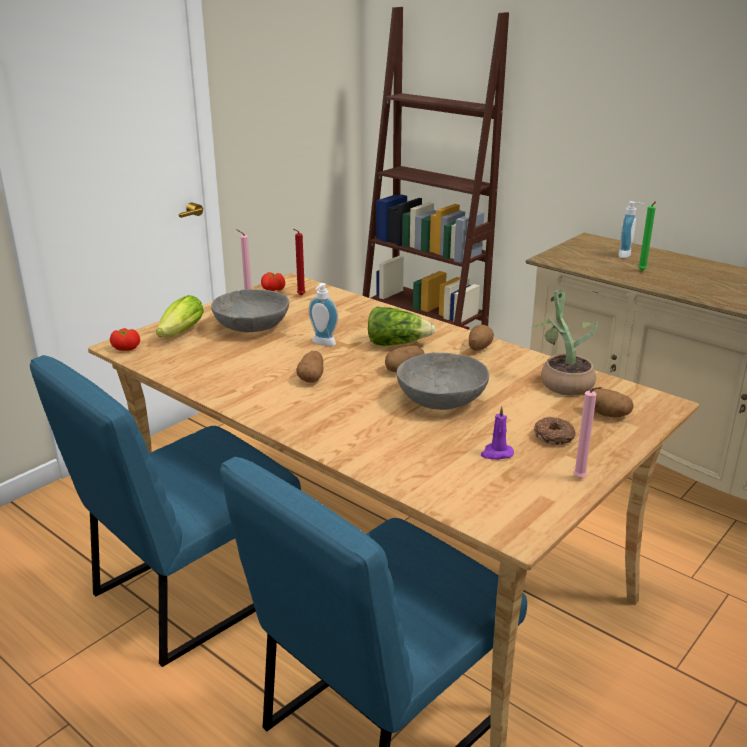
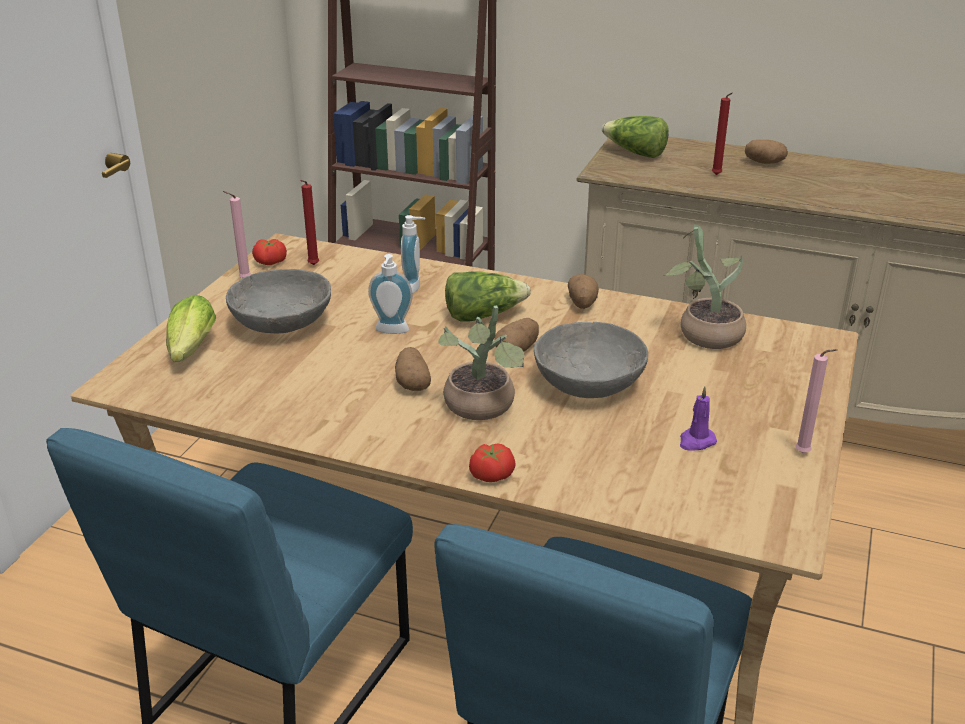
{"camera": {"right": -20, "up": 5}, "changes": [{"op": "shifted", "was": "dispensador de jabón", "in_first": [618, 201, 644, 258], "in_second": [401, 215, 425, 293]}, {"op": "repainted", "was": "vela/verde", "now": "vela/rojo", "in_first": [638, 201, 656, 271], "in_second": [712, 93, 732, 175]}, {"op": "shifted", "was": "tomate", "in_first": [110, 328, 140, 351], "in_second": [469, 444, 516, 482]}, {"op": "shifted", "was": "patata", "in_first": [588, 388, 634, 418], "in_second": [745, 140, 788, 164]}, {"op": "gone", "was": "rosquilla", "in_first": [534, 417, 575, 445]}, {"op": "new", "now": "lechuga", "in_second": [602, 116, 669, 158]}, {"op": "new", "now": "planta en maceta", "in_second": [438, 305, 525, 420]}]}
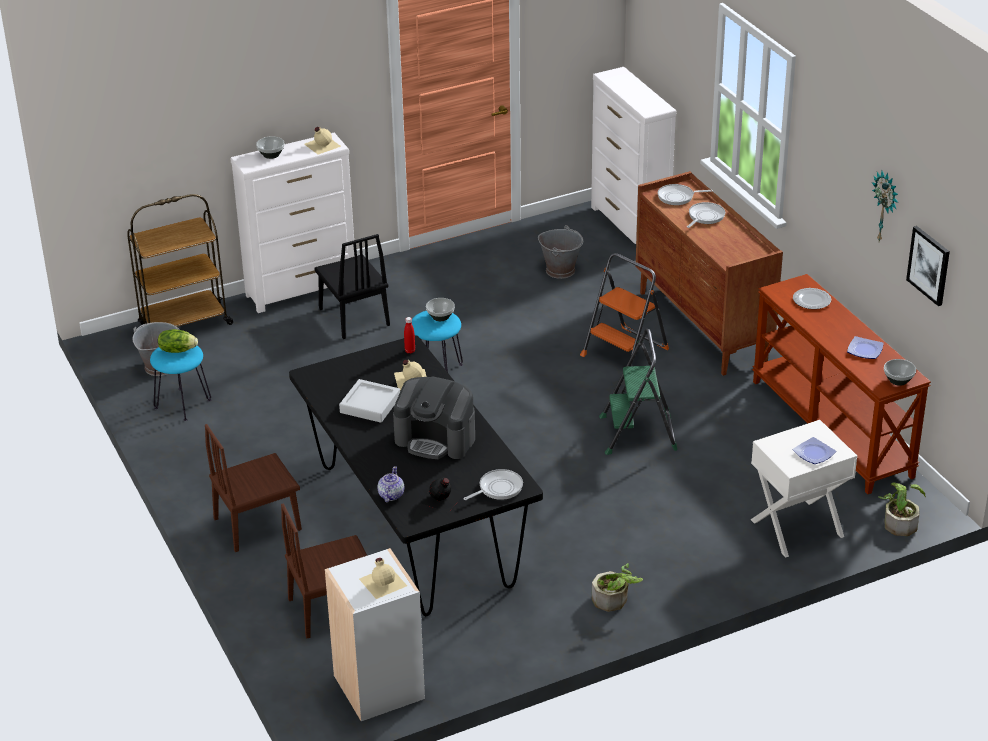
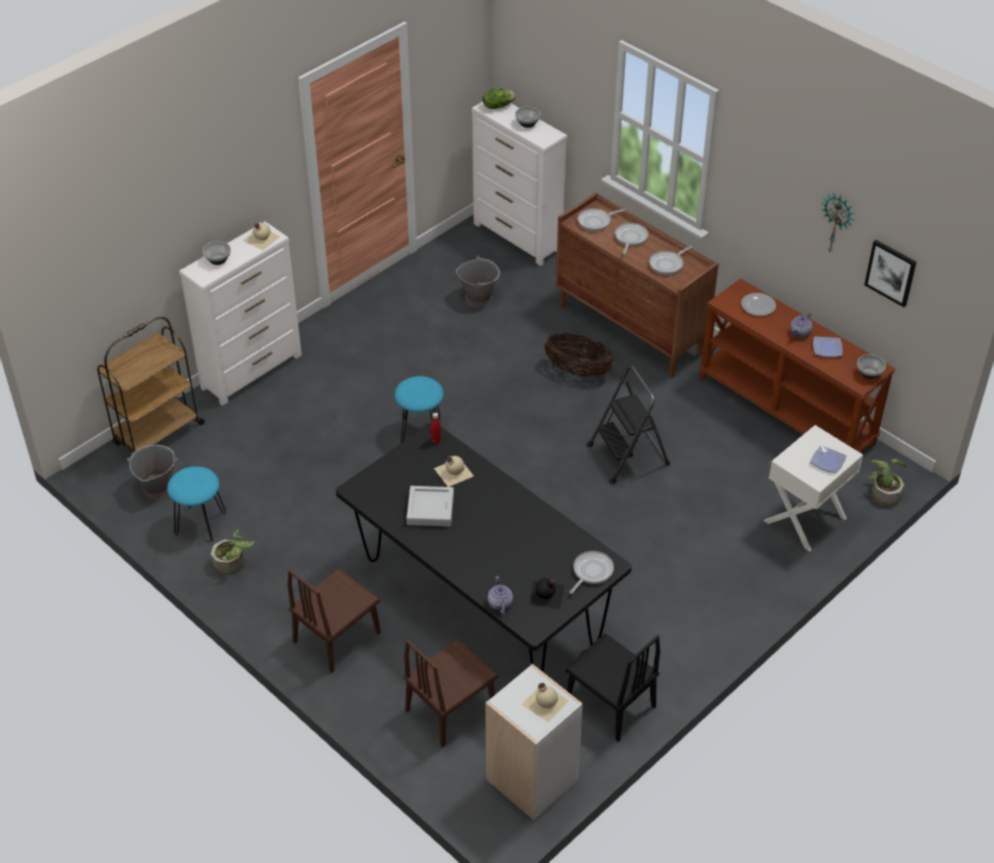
{"camera": {"right": -20, "up": 10}, "changes": [{"op": "shifted", "was": "silla/negro", "in_first": [314, 234, 390, 339], "in_second": [565, 633, 660, 742]}, {"op": "swapped", "was": "escalera de tijera/naranja", "now": "cesta", "in_first": [580, 253, 669, 367], "in_second": [544, 333, 614, 377]}, {"op": "shifted", "was": "cuenco", "in_first": [426, 298, 455, 321], "in_second": [515, 106, 540, 128]}, {"op": "shifted", "was": "lechuga", "in_first": [158, 329, 198, 353], "in_second": [483, 88, 516, 109]}, {"op": "repainted", "was": "escalera de tijera/verde", "now": "escalera de tijera/negro", "in_first": [599, 329, 677, 455], "in_second": [586, 366, 670, 484]}, {"op": "gone", "was": "cafetera", "in_first": [393, 377, 475, 459]}, {"op": "shifted", "was": "planta en maceta", "in_first": [592, 563, 643, 612], "in_second": [211, 530, 254, 575]}, {"op": "new", "now": "sartén", "in_second": [649, 246, 692, 275]}, {"op": "new", "now": "tetera", "in_second": [790, 313, 812, 338]}]}
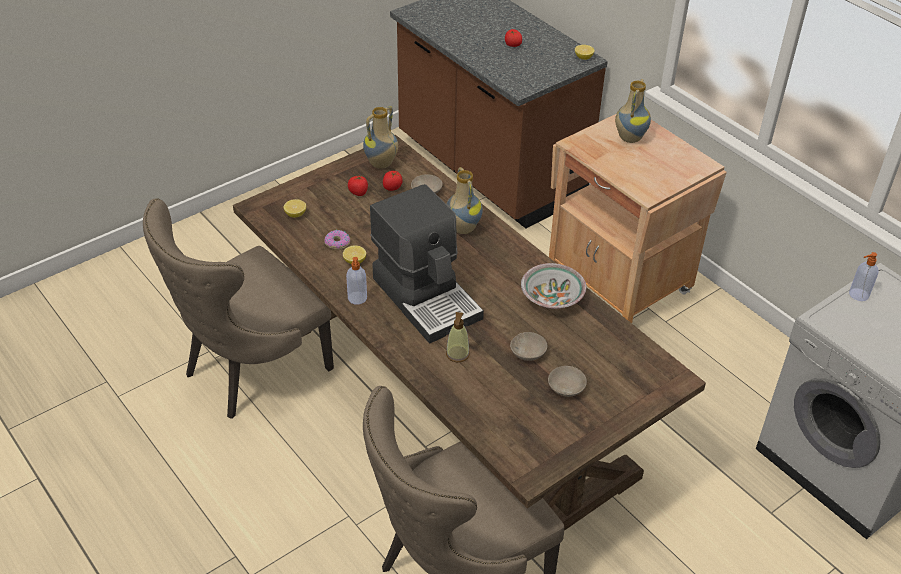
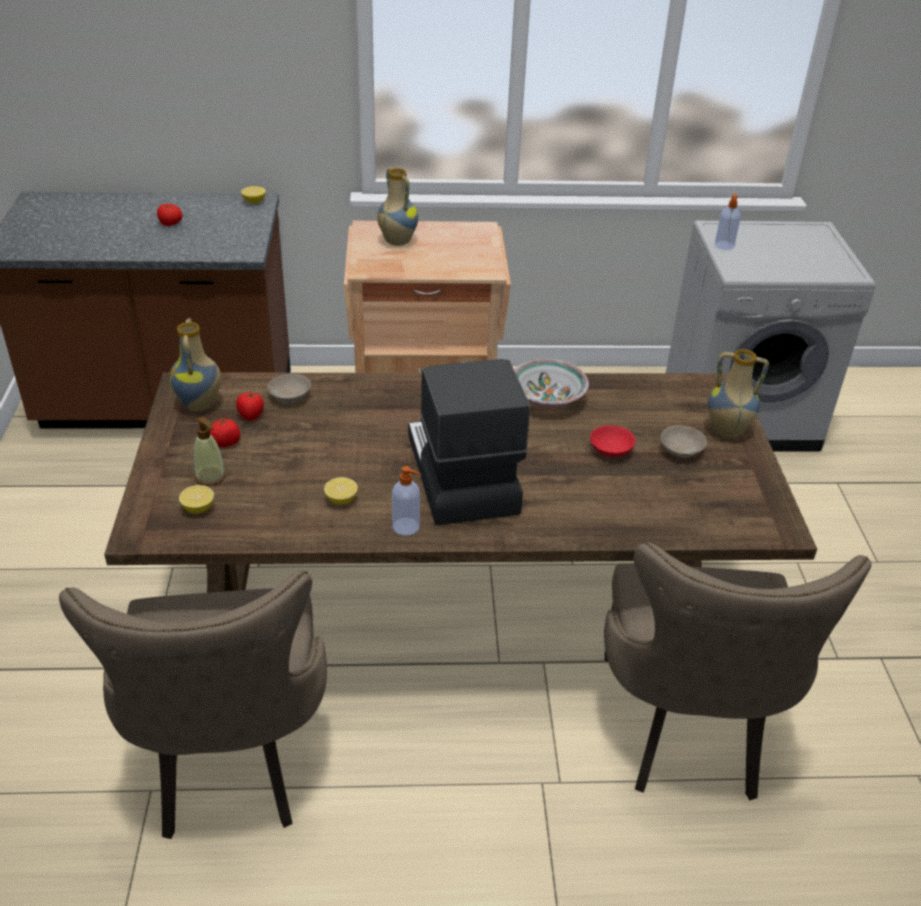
{"camera": {"right": -55, "up": -5}, "changes": [{"op": "shifted", "was": "florero", "in_first": [446, 167, 483, 234], "in_second": [708, 349, 769, 438]}, {"op": "rotated", "was": "cafetera", "in_first": [370, 184, 484, 344], "in_second": [408, 359, 530, 525], "clockwise": -105}, {"op": "gone", "was": "rosquilla", "in_first": [324, 230, 350, 250]}, {"op": "shifted", "was": "dispensador de jabón", "in_first": [446, 312, 470, 362], "in_second": [194, 416, 226, 486]}, {"op": "repainted", "was": "cuenco/beis", "now": "cuenco/rojo", "in_first": [510, 332, 547, 361], "in_second": [590, 425, 636, 457]}]}
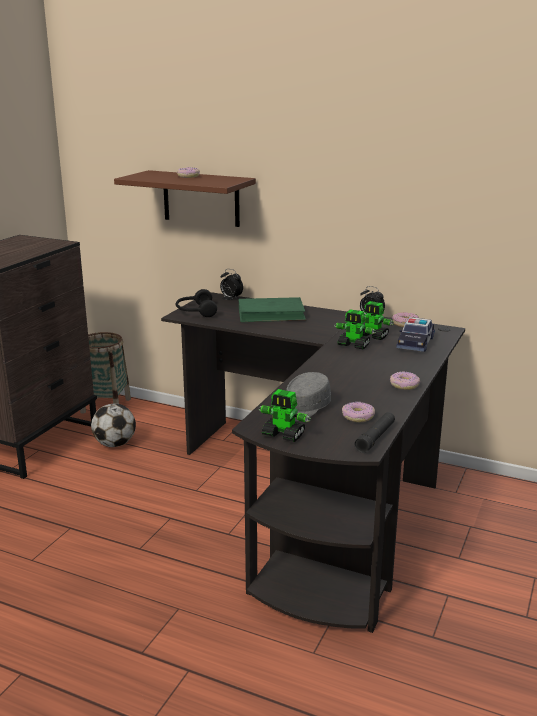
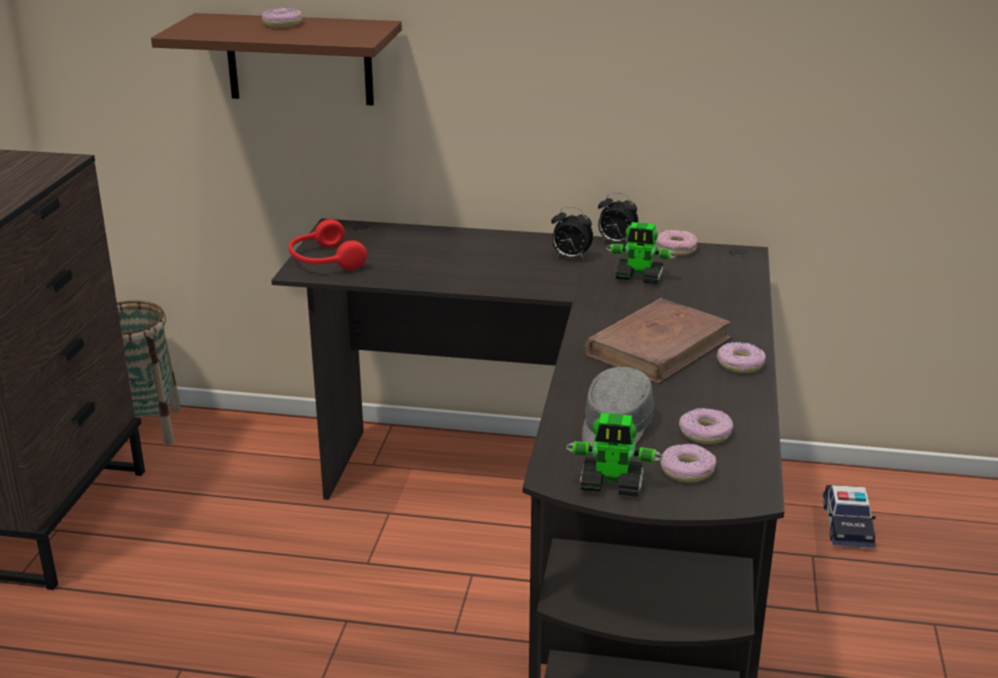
{"camera": {"right": -15, "up": 5}, "changes": [{"op": "shifted", "was": "despertador", "in_first": [220, 269, 243, 299], "in_second": [551, 207, 593, 259]}, {"op": "repainted", "was": "auriculares/negro", "now": "auriculares/rojo", "in_first": [176, 289, 217, 317], "in_second": [289, 219, 367, 270]}, {"op": "gone", "was": "libro/verde", "in_first": [239, 297, 306, 322]}, {"op": "gone", "was": "robot de juguete", "in_first": [334, 309, 376, 350]}, {"op": "shifted", "was": "coche de juguete", "in_first": [396, 317, 435, 352], "in_second": [823, 485, 876, 548]}, {"op": "gone", "was": "balón de fútbol", "in_first": [91, 404, 136, 447]}, {"op": "gone", "was": "linterna/negro", "in_first": [354, 412, 395, 453]}, {"op": "new", "now": "libro/marrón", "in_second": [585, 298, 732, 384]}, {"op": "new", "now": "rosquilla", "in_second": [660, 444, 716, 482]}]}
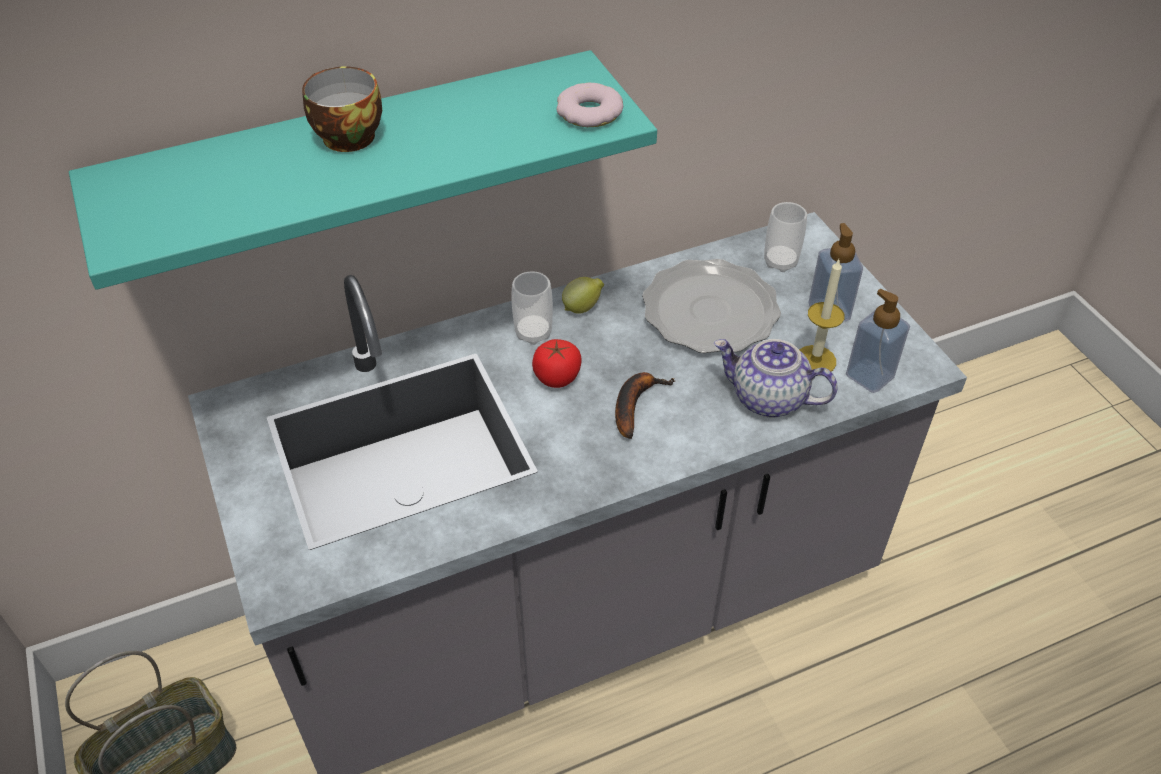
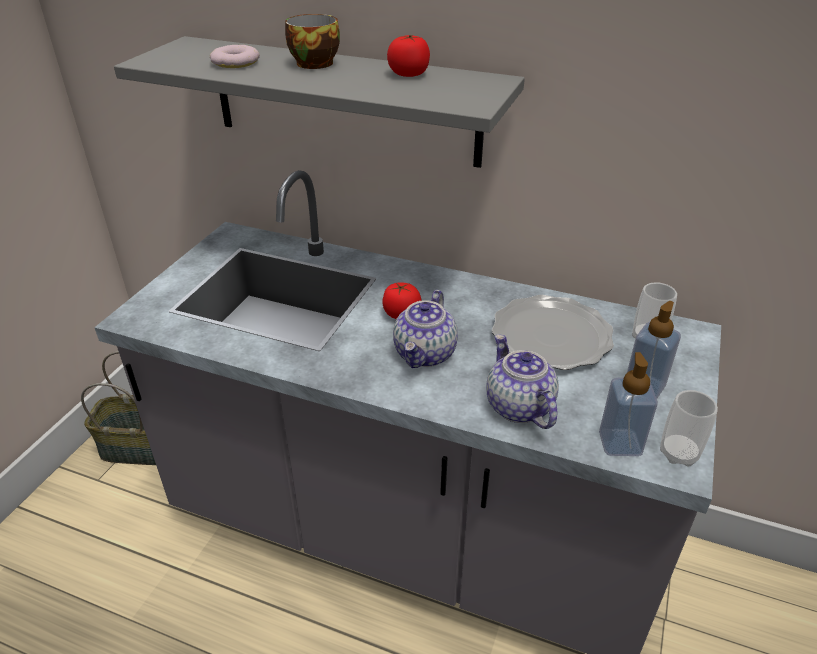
{"camera": {"right": 45, "up": -10}, "changes": [{"op": "repainted", "was": "estante/turquesa", "now": "estante/gris", "in_first": [69, 50, 657, 290], "in_second": [114, 36, 525, 168]}, {"op": "shifted", "was": "rosquilla", "in_first": [557, 83, 623, 127], "in_second": [210, 45, 260, 68]}, {"op": "gone", "was": "vela", "in_first": [799, 260, 844, 376]}, {"op": "shifted", "was": "taza", "in_first": [512, 271, 553, 345], "in_second": [660, 390, 718, 467]}, {"op": "gone", "was": "limón", "in_first": [562, 277, 604, 314]}, {"op": "swapped", "was": "plátano", "now": "tetera", "in_first": [615, 372, 676, 439], "in_second": [393, 290, 458, 368]}, {"op": "new", "now": "tomate", "in_second": [387, 35, 430, 77]}]}
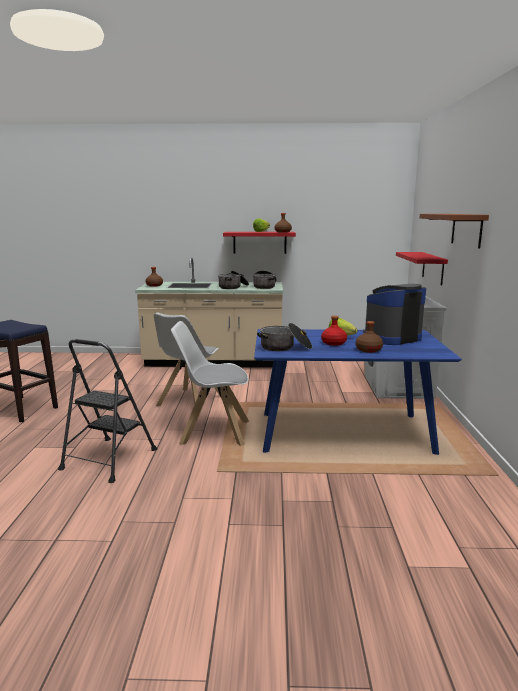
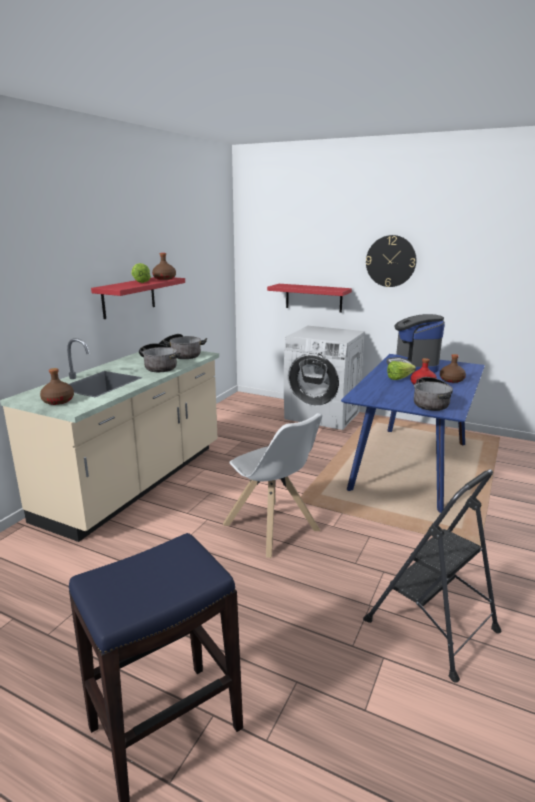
{"camera": {"right": -65, "up": 5}, "changes": [{"op": "swapped", "was": "estante/marrón", "now": "reloj de pared", "in_first": [420, 214, 489, 248], "in_second": [366, 235, 416, 287]}, {"op": "gone", "was": "silla", "in_first": [171, 321, 249, 446]}]}
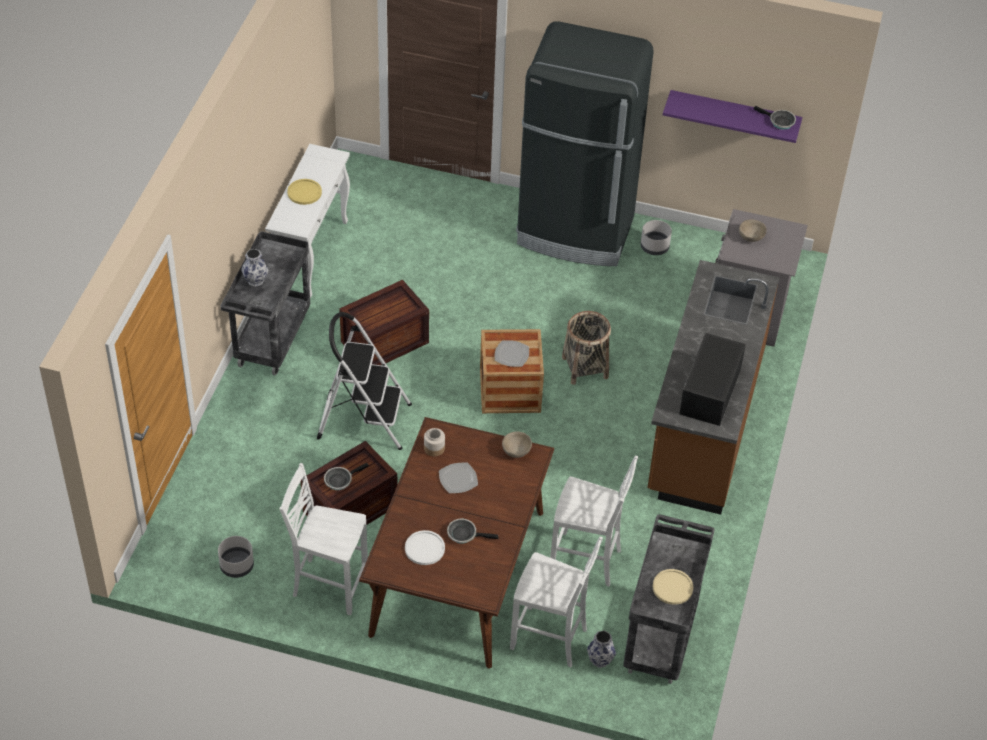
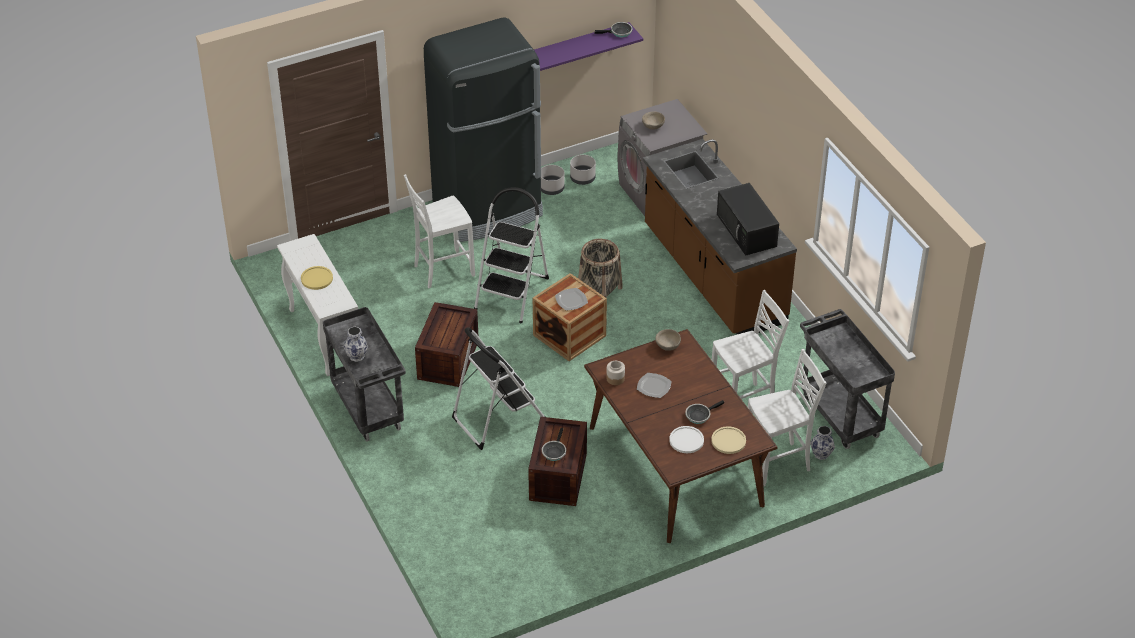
{"camera": {"right": -40, "up": -5}, "changes": [{"op": "shifted", "was": "silla/blanco", "in_first": [280, 463, 368, 615], "in_second": [404, 174, 475, 288]}, {"op": "shifted", "was": "maceta/gris", "in_first": [218, 536, 254, 578], "in_second": [570, 155, 596, 185]}, {"op": "shifted", "was": "plato/beis", "in_first": [653, 569, 693, 605], "in_second": [711, 426, 746, 454]}, {"op": "new", "now": "escalera de tijera", "in_second": [474, 187, 549, 323]}]}
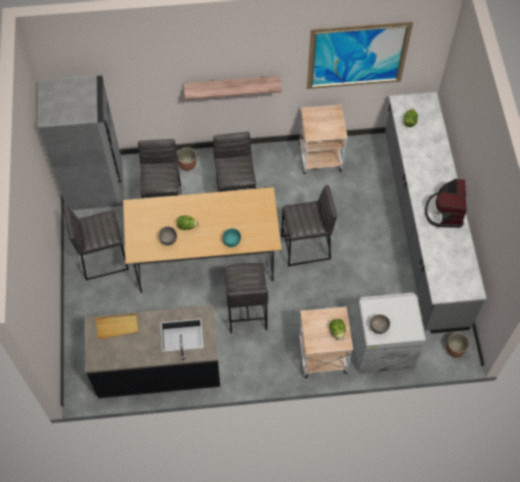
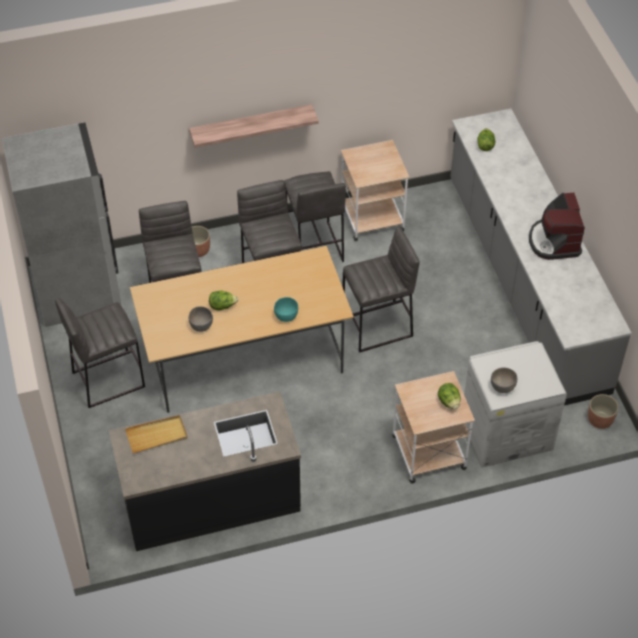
{"camera": {"right": -10, "up": -10}, "changes": [{"op": "gone", "was": "cuadro", "in_first": [307, 22, 413, 89]}, {"op": "shifted", "was": "taburete/gris", "in_first": [224, 263, 268, 333], "in_second": [284, 171, 346, 262]}]}
